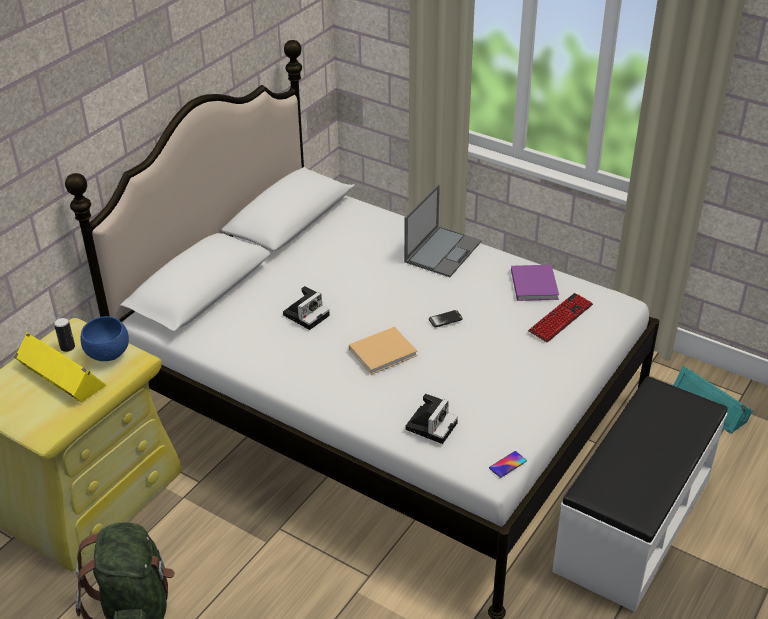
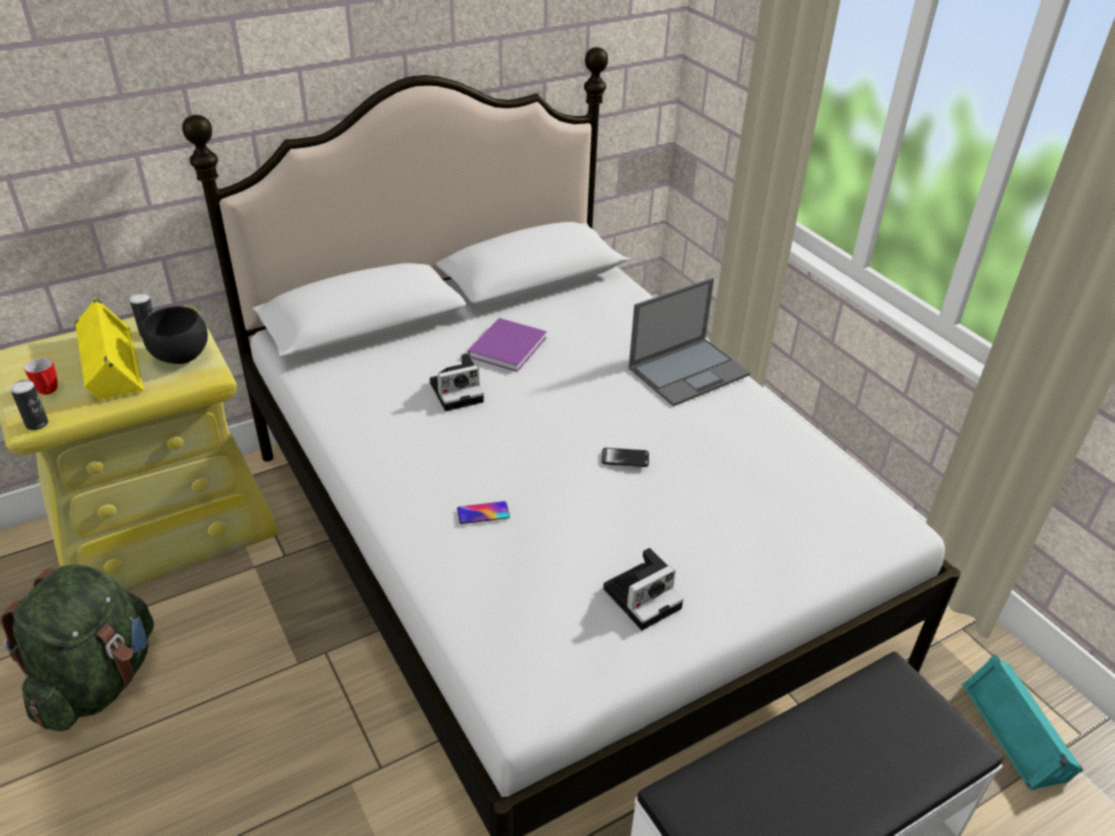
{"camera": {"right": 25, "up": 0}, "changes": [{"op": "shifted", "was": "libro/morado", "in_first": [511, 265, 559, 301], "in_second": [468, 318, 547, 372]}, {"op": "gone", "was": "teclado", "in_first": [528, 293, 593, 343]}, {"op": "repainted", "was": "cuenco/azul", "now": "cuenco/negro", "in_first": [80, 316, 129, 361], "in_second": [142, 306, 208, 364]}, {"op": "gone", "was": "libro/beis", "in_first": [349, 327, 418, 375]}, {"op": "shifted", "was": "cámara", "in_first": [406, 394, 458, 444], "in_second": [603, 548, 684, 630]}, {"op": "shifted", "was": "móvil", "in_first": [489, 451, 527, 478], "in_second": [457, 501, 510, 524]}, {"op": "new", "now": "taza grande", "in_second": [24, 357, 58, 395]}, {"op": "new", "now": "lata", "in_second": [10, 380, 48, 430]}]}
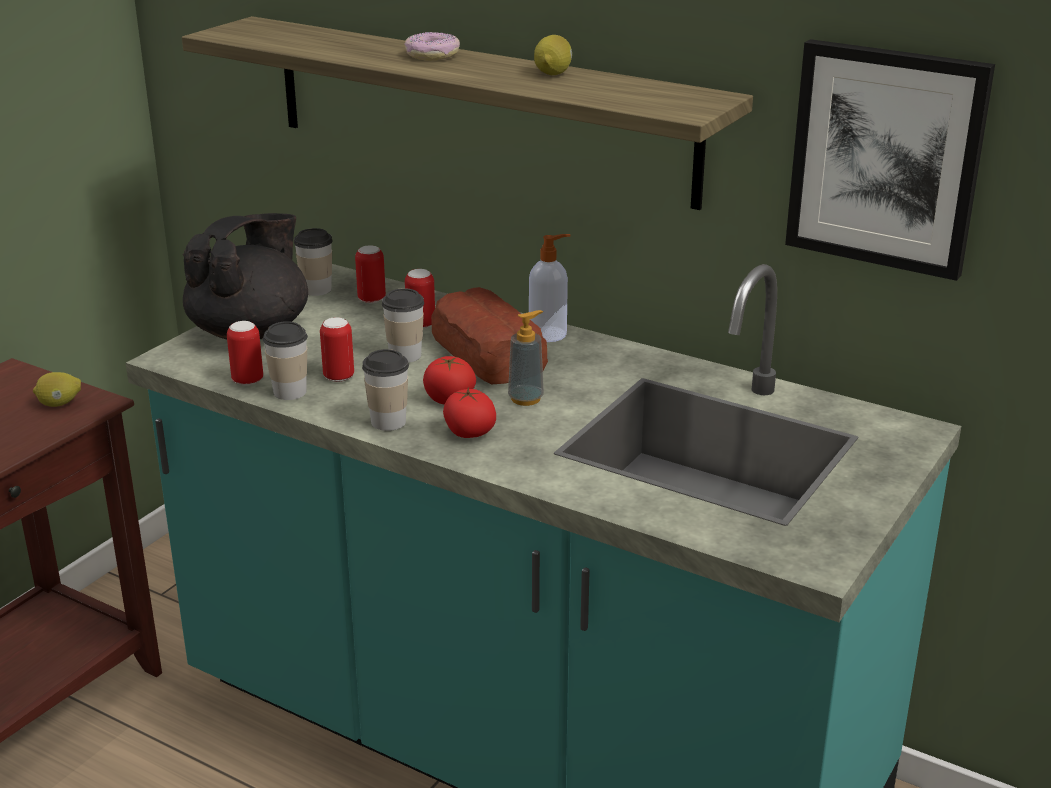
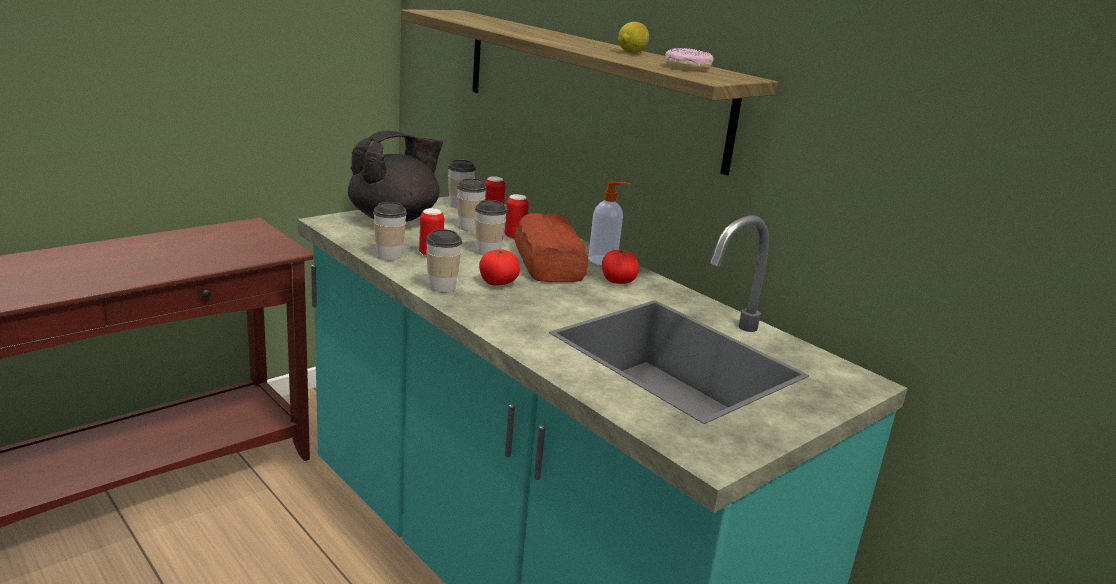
{"camera": {"right": 15, "up": -5}, "changes": [{"op": "shifted", "was": "rosquilla", "in_first": [404, 32, 460, 60], "in_second": [665, 48, 714, 71]}, {"op": "gone", "was": "cuadro", "in_first": [785, 39, 995, 281]}, {"op": "gone", "was": "dispensador de jabón", "in_first": [508, 310, 544, 406]}, {"op": "gone", "was": "lata", "in_first": [227, 321, 263, 385]}, {"op": "gone", "was": "limón", "in_first": [33, 372, 81, 407]}, {"op": "shifted", "was": "tomate", "in_first": [443, 387, 496, 438], "in_second": [602, 249, 639, 284]}, {"op": "new", "now": "taza", "in_second": [457, 178, 487, 231]}]}
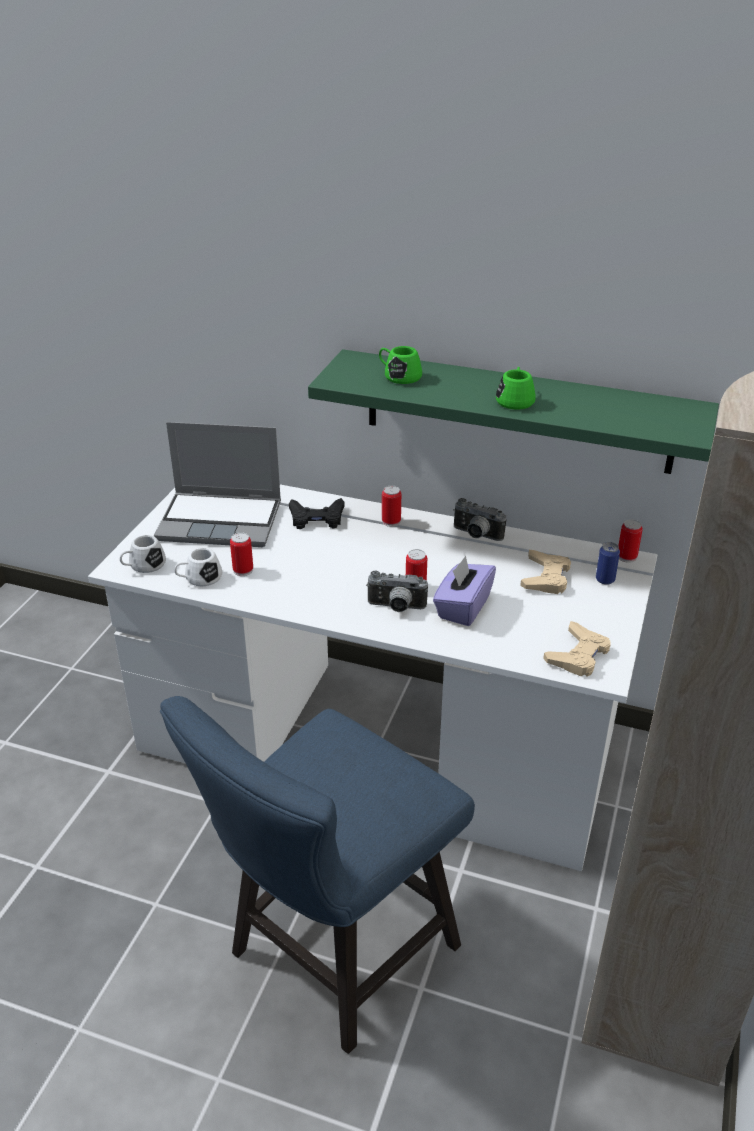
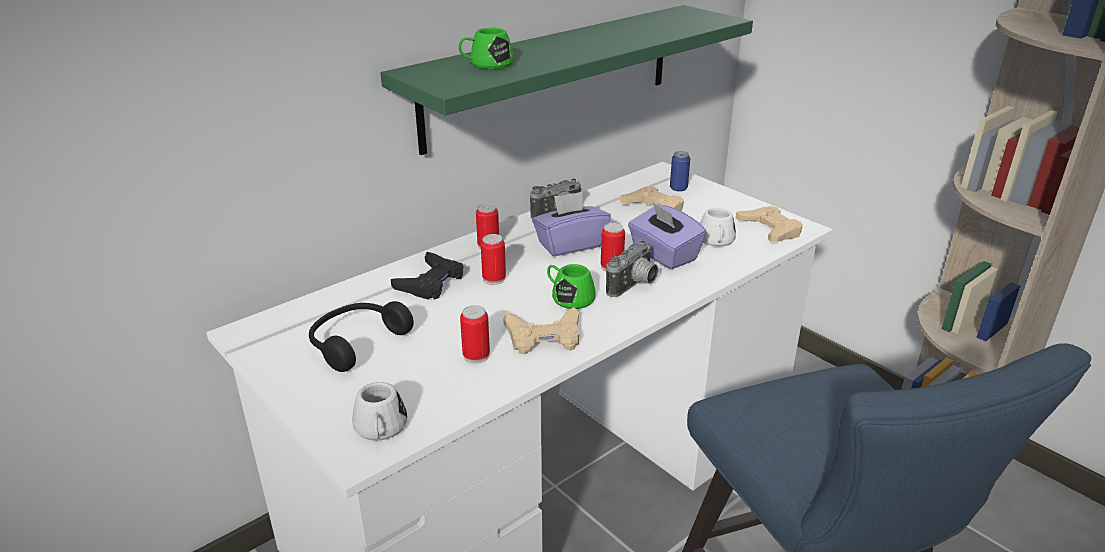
{"camera": {"right": -60, "up": -5}, "changes": [{"op": "shifted", "was": "taza grande/verde", "in_first": [496, 367, 536, 409], "in_second": [547, 264, 596, 309]}, {"op": "swapped", "was": "portátil", "now": "auriculares/negro", "in_first": [154, 422, 281, 547], "in_second": [309, 301, 414, 372]}, {"op": "shifted", "was": "lata", "in_first": [618, 519, 643, 563], "in_second": [481, 234, 506, 285]}, {"op": "shifted", "was": "taza grande/blanco", "in_first": [174, 548, 222, 586], "in_second": [700, 208, 736, 247]}, {"op": "new", "now": "caja de pañuelos/morado", "in_second": [532, 192, 611, 256]}, {"op": "new", "now": "mando de consola/beis", "in_second": [503, 307, 579, 354]}]}
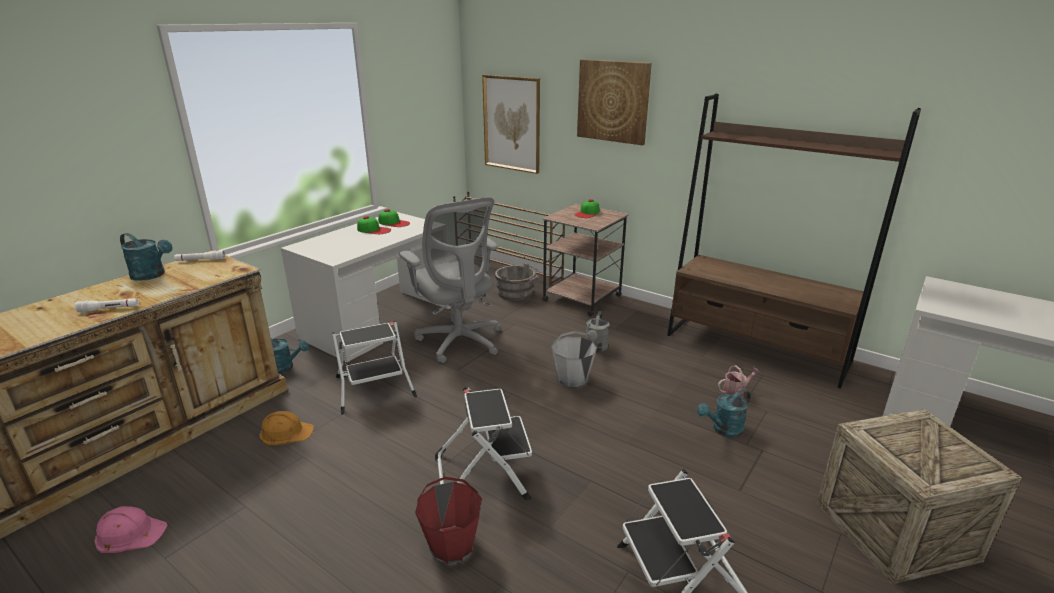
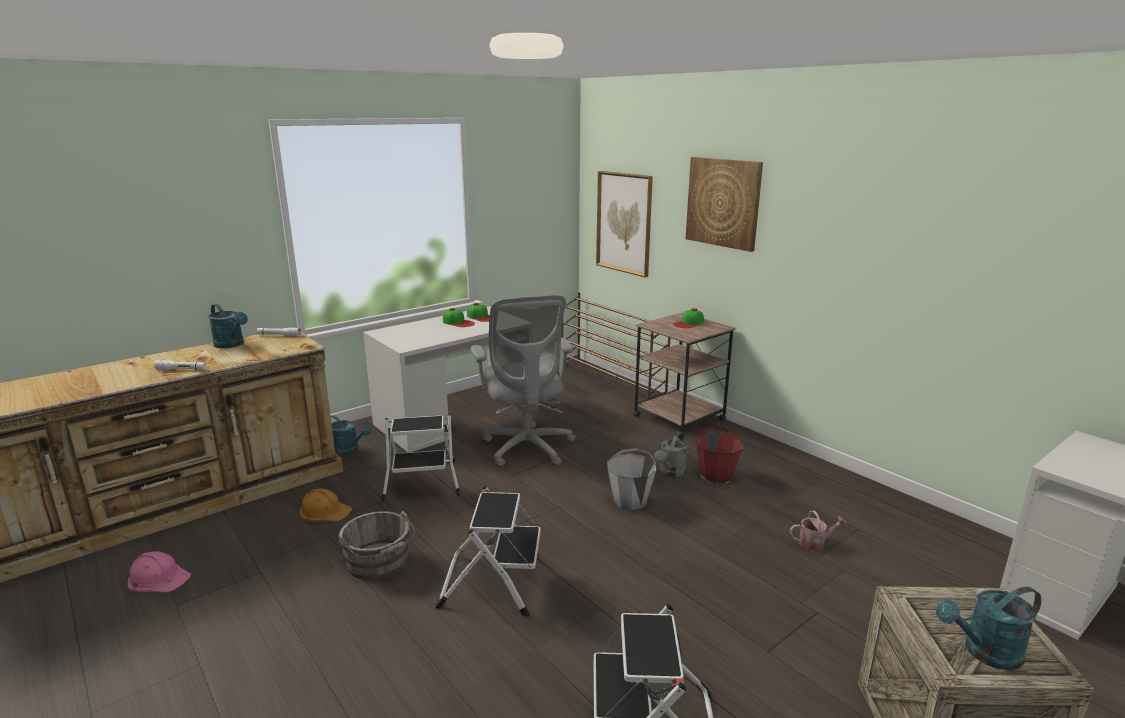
{"camera": {"right": 15, "up": -5}, "changes": [{"op": "gone", "was": "estantería/marrón", "in_first": [667, 93, 921, 389]}, {"op": "shifted", "was": "cubo/gris", "in_first": [495, 263, 540, 301], "in_second": [339, 511, 415, 580]}, {"op": "shifted", "was": "regadera/turquesa", "in_first": [697, 389, 751, 438], "in_second": [936, 587, 1041, 670]}, {"op": "shifted", "was": "cubo/rojo", "in_first": [415, 477, 482, 564], "in_second": [696, 426, 743, 484]}]}
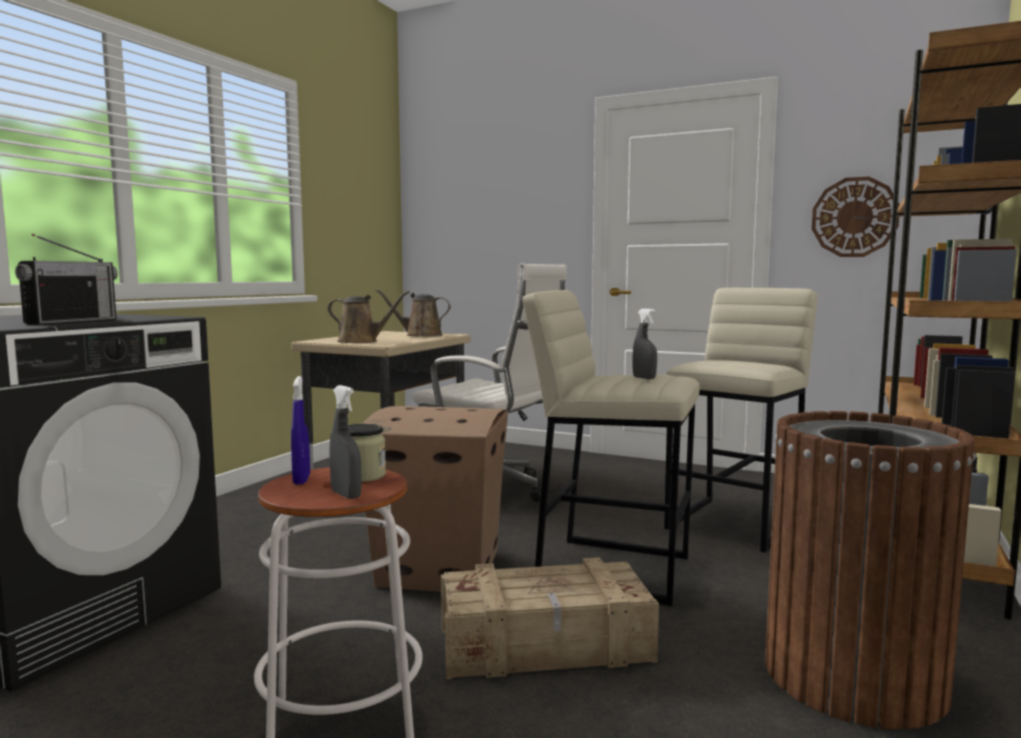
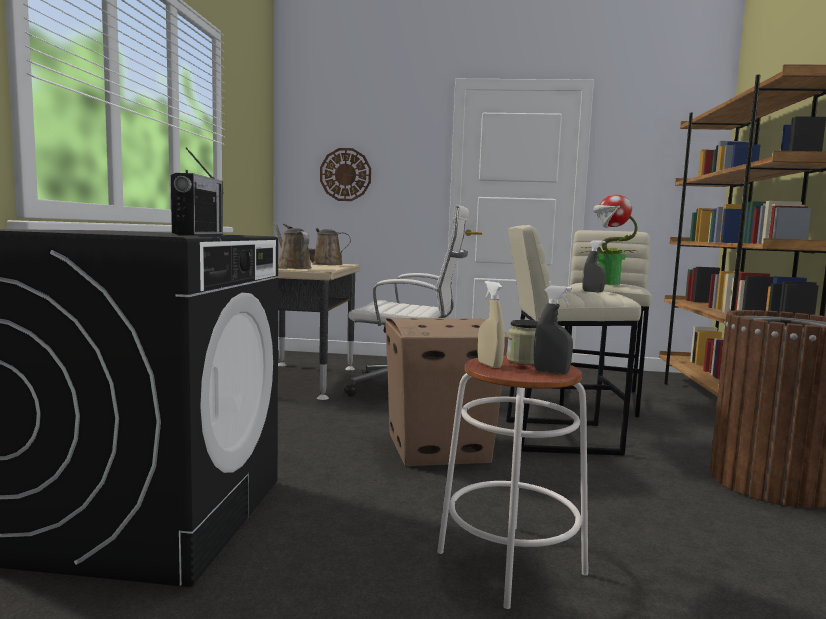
{"camera": {"right": -20, "up": 0}, "changes": [{"op": "shifted", "was": "reloj de pared", "in_first": [812, 177, 900, 257], "in_second": [320, 148, 371, 201]}, {"op": "rotated", "was": "regadera/marrón", "in_first": [327, 291, 409, 343], "in_second": [274, 223, 312, 269], "clockwise": -120}, {"op": "repainted", "was": "pulverizador/azul", "now": "pulverizador/beis", "in_first": [291, 376, 310, 485], "in_second": [478, 281, 505, 368]}, {"op": "gone", "was": "caja de embalaje", "in_first": [441, 557, 659, 679]}, {"op": "new", "now": "planta en maceta", "in_second": [579, 195, 638, 285]}]}
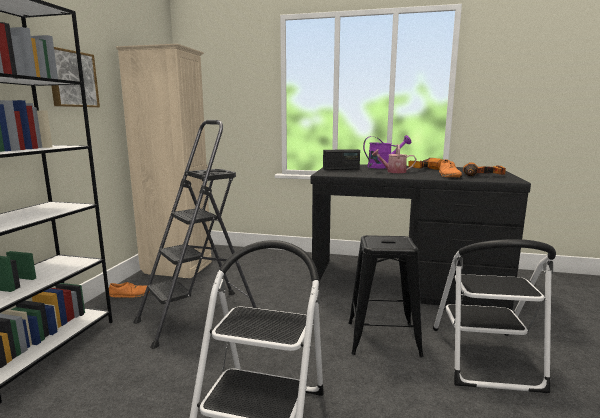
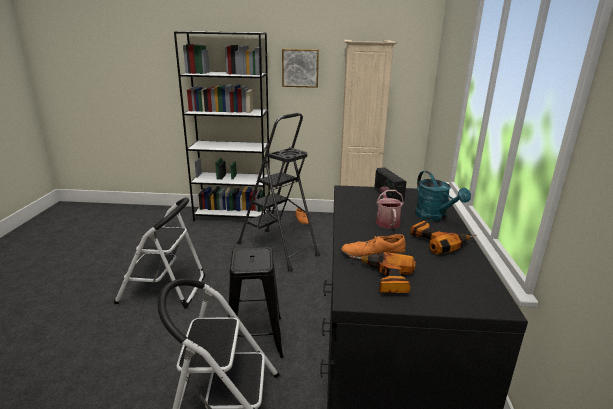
{"camera": {"right": 80, "up": 10}, "changes": [{"op": "repainted", "was": "regadera/morado", "now": "regadera/turquesa", "in_first": [363, 135, 411, 168], "in_second": [415, 171, 471, 221]}]}
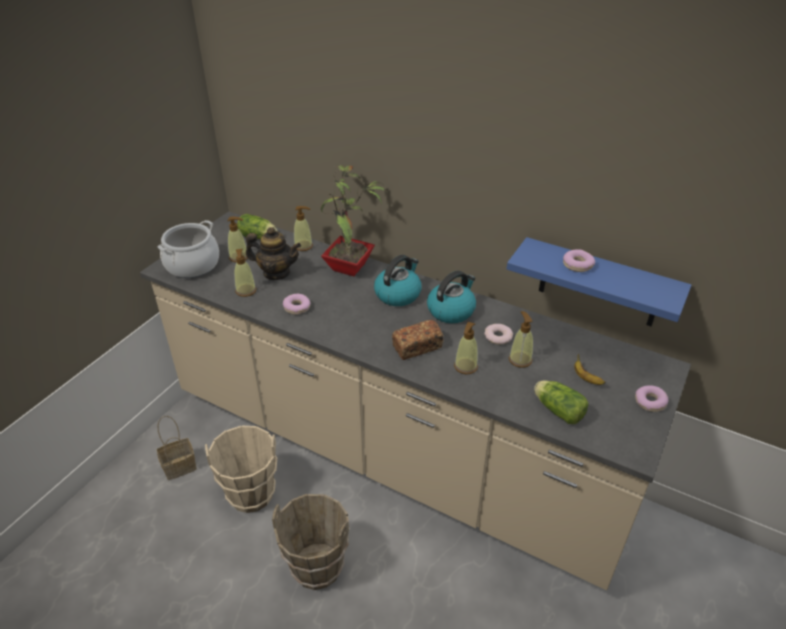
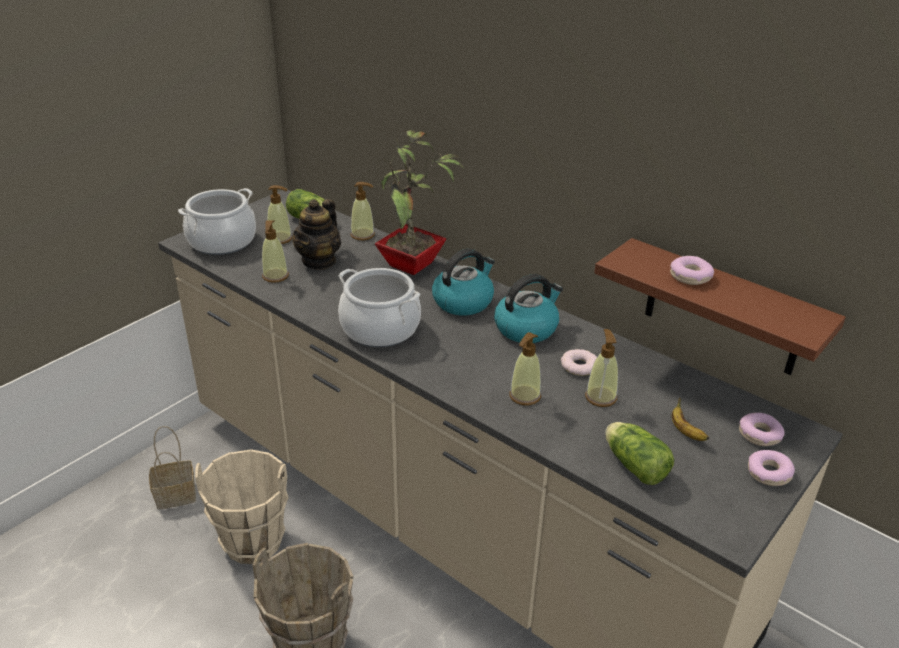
{"camera": {"right": 10, "up": -5}, "changes": [{"op": "rotated", "was": "tetera", "in_first": [246, 227, 301, 280], "in_second": [293, 199, 341, 270], "clockwise": 90}, {"op": "repainted", "was": "estante/azul", "now": "estante/marrón", "in_first": [506, 237, 692, 326], "in_second": [594, 238, 846, 375]}, {"op": "shifted", "was": "rosquilla", "in_first": [283, 294, 311, 315], "in_second": [739, 413, 785, 446]}, {"op": "gone", "was": "pan", "in_first": [392, 320, 444, 360]}, {"op": "new", "now": "olla", "in_second": [338, 268, 421, 347]}]}
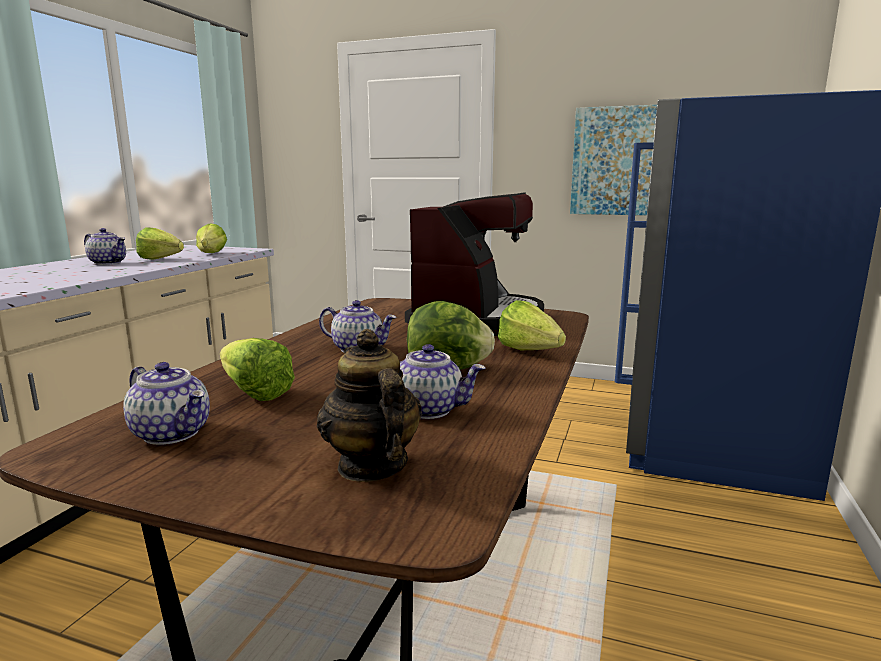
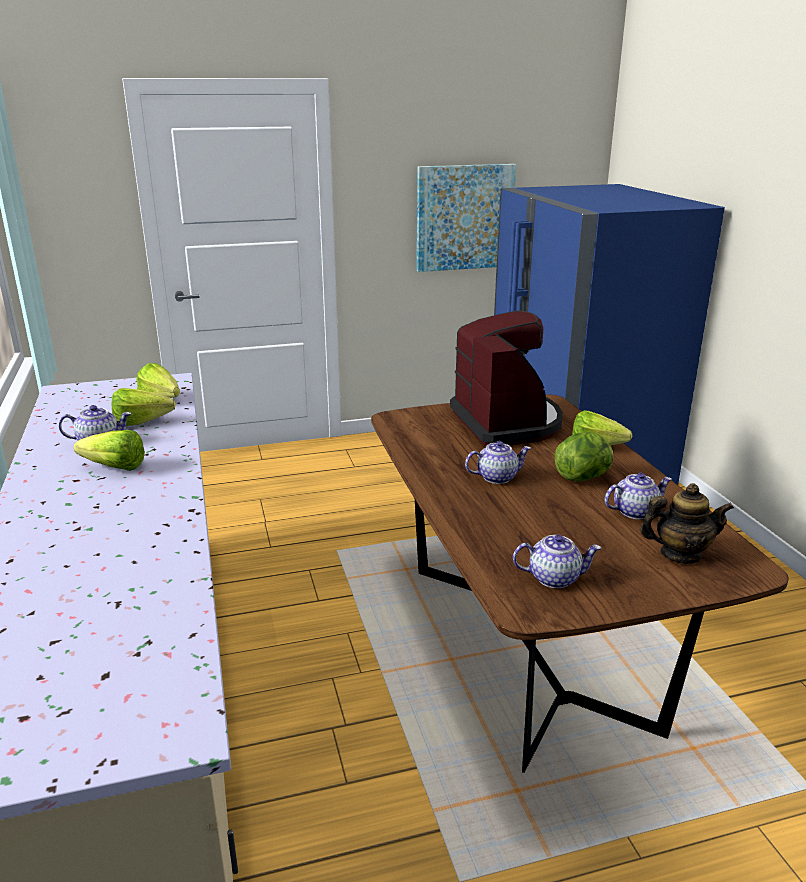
{"camera": {"right": -35, "up": 10}, "changes": [{"op": "rotated", "was": "tetera", "in_first": [317, 329, 422, 482], "in_second": [640, 483, 734, 564], "clockwise": 150}, {"op": "shifted", "was": "lechuga", "in_first": [220, 338, 295, 401], "in_second": [74, 430, 145, 471]}]}
